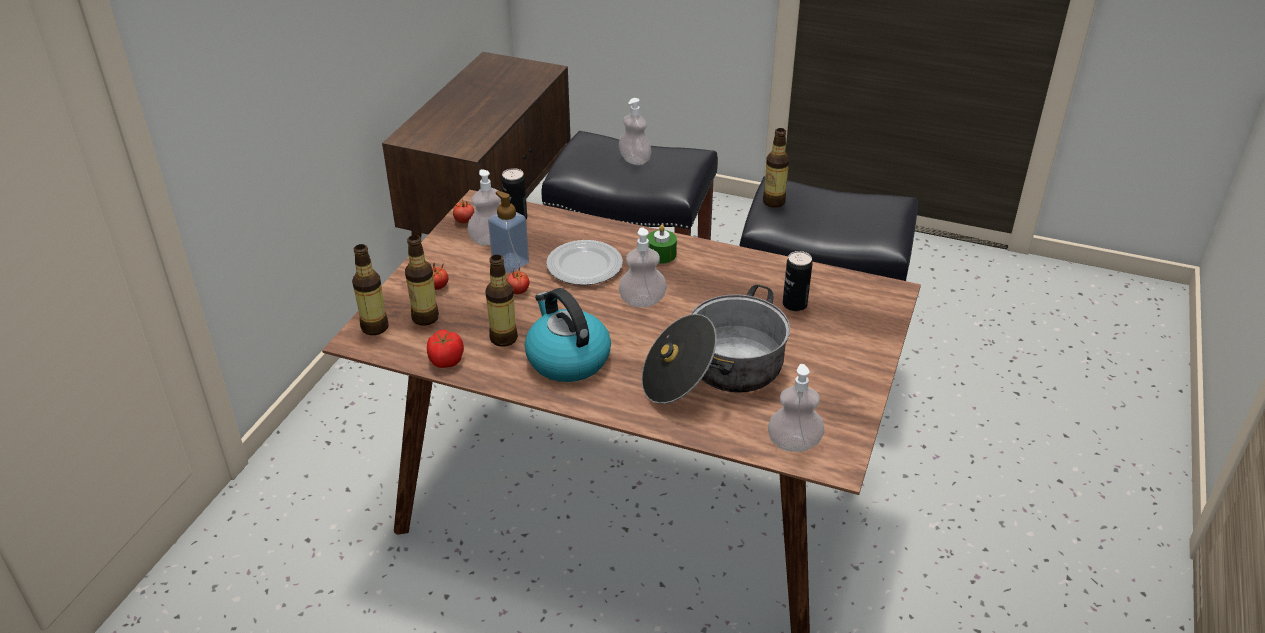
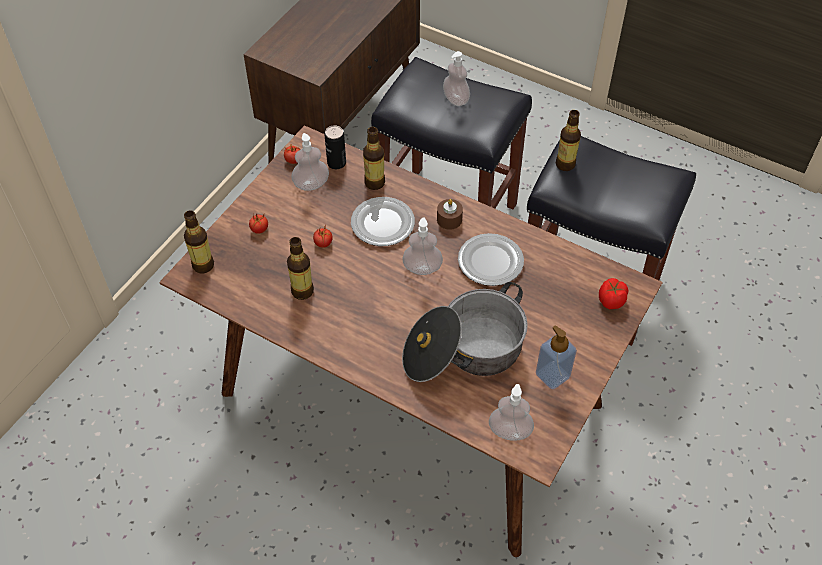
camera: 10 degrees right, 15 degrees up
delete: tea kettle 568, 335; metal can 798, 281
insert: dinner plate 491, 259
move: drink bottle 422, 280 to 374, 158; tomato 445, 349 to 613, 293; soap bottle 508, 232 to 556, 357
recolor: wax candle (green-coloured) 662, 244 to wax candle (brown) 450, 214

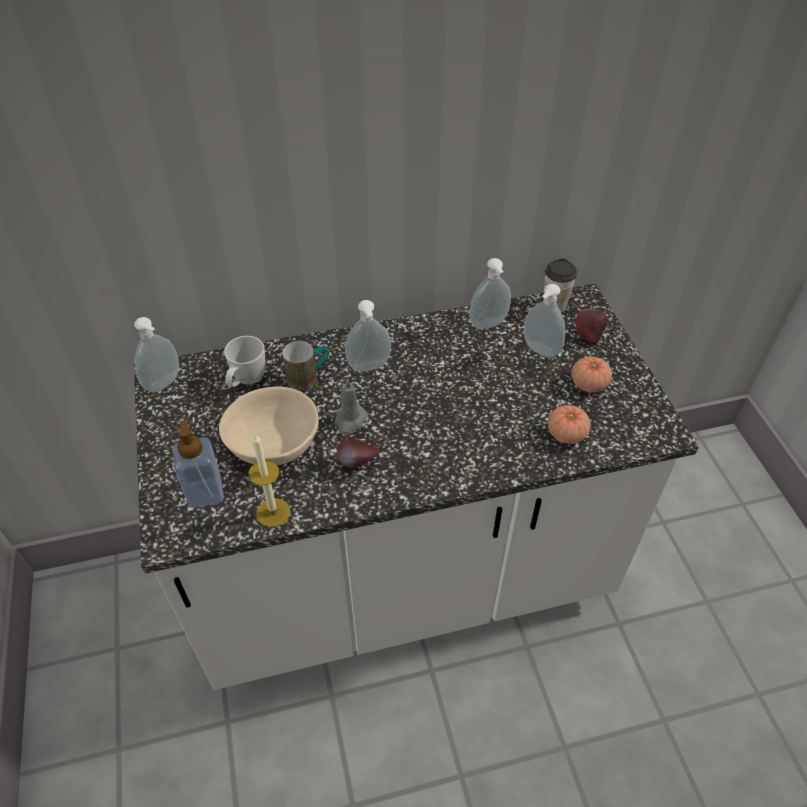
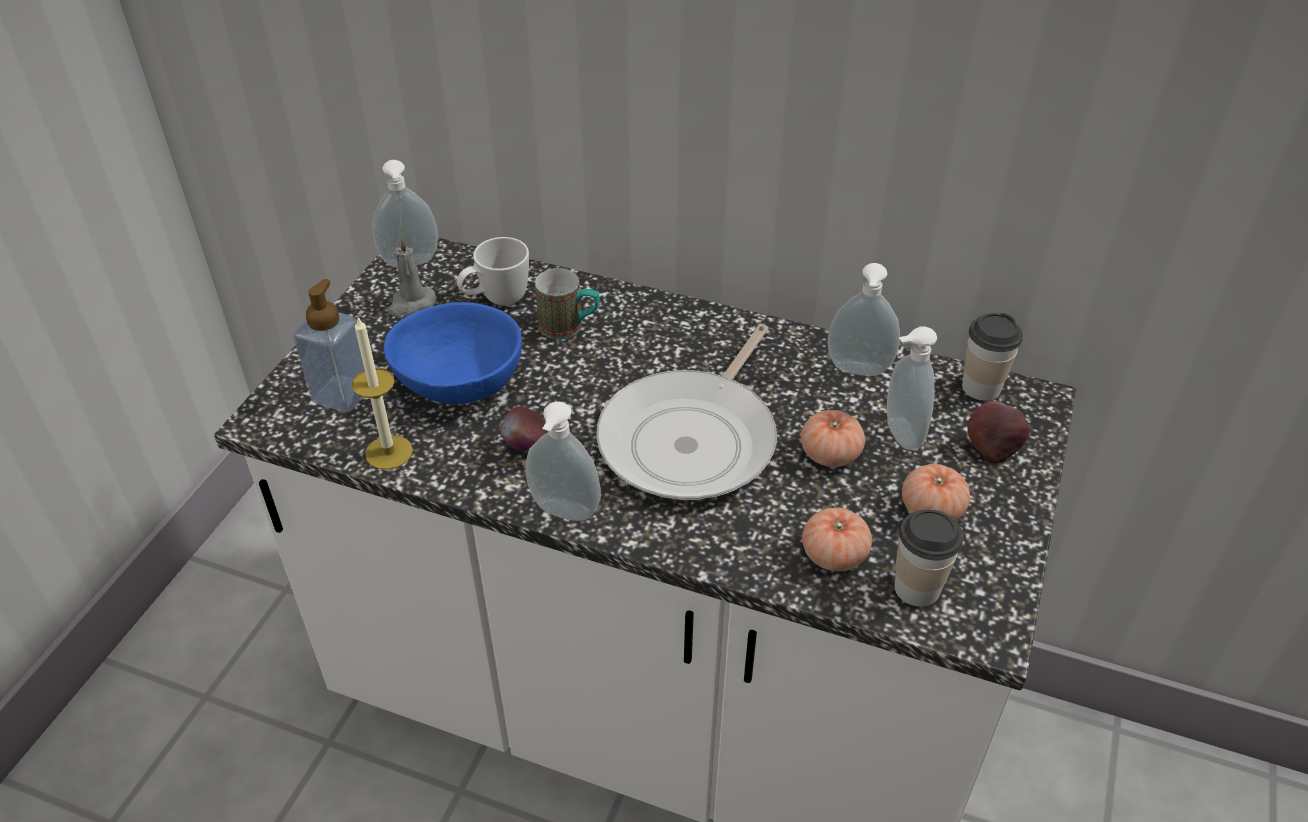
camera: 35 degrees right, 5 degrees down
insert: frying pan 686, 412; tomato 833, 438; small cup 928, 558
move: wax candle (gray) 351, 406 to 412, 276; soap bottle 368, 335 to 563, 461
recolor: bowl (beige) 269, 425 to bowl (blue-coloured) 453, 353

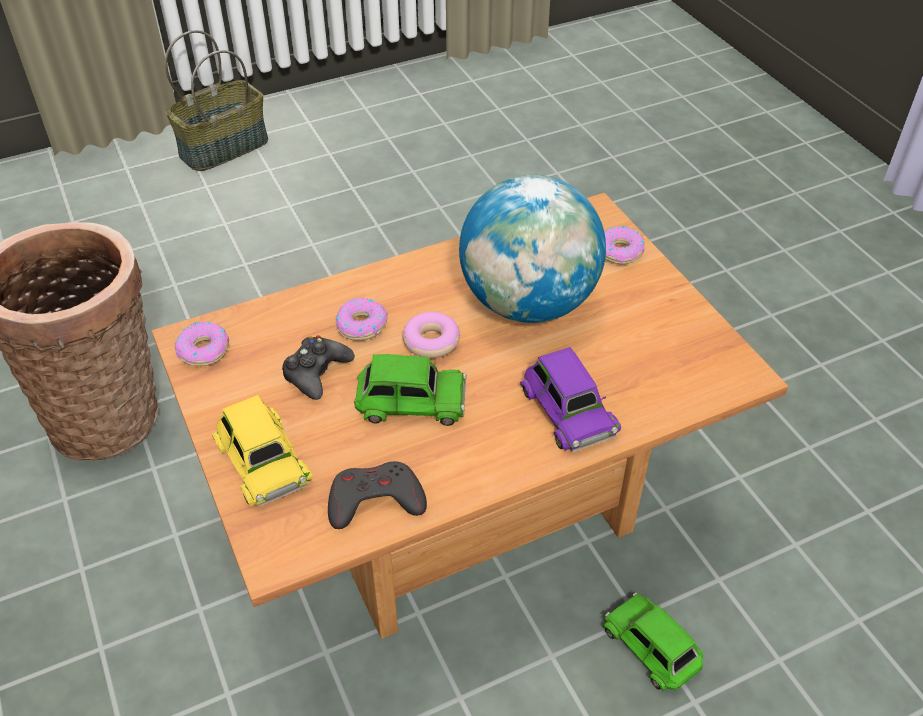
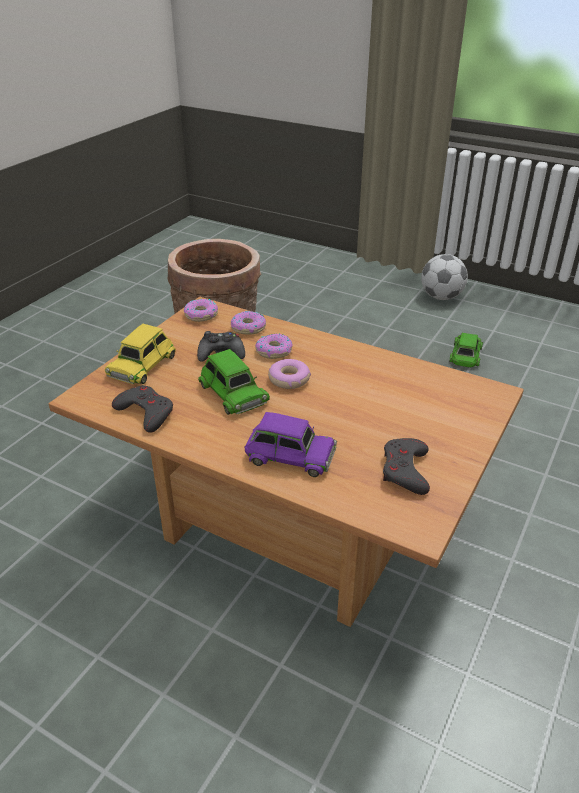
camera: 55 degrees right, 10 degrees down
delete: desk globe 532, 249
insert: game controller (gray) 406, 466
move: toy car (green-coloured) 653, 641 to 466, 350; ring doughnut 624, 244 to 248, 323
replace: household basket 216, 100 to football ball 444, 277
rotate: toy car (purple-coloured) 570, 399 = 290, 444 105 degrees counterclockwise

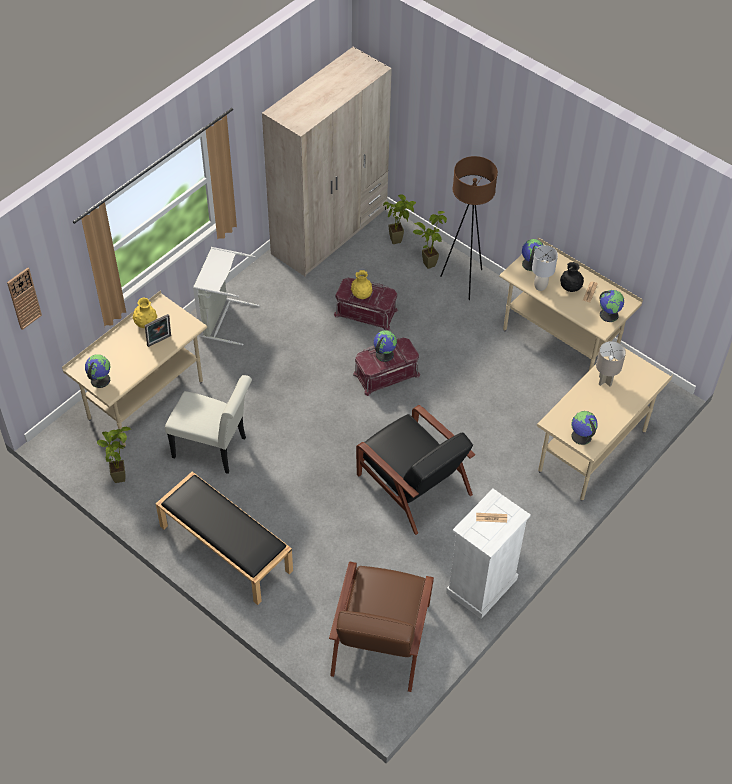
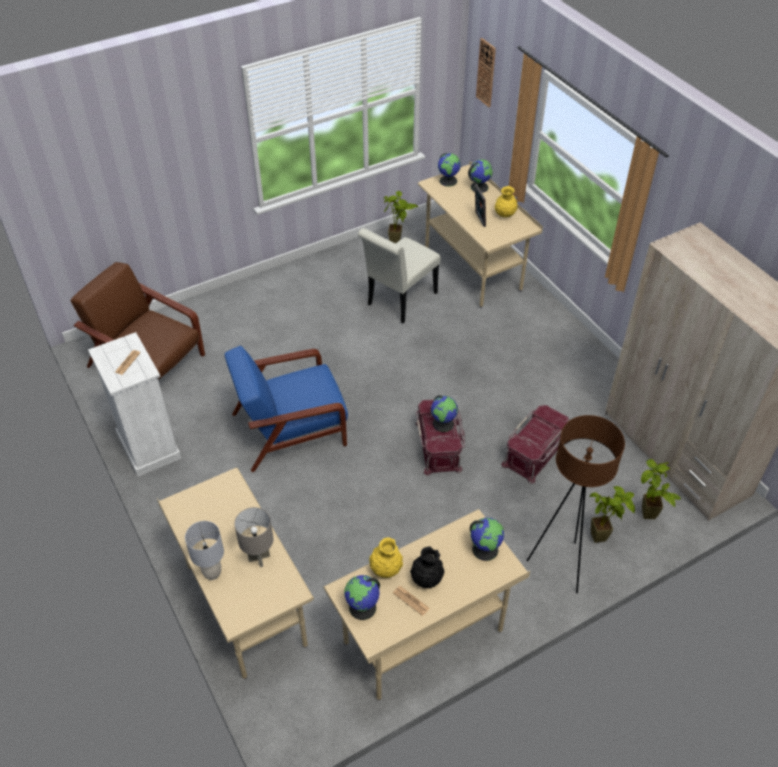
camera: 110 degrees right, 5 degrees down
delete: bench (black-coloured) 224, 538; hamper (gray) 226, 296
move: flower vase (yellow-coloured) 362, 284 to 386, 557; table lamp (gray) 545, 268 to 204, 550; desk globe 584, 428 to 480, 176
recolor: armchair (black-coloured) 415, 470 to armchair (blue-coloured) 286, 409

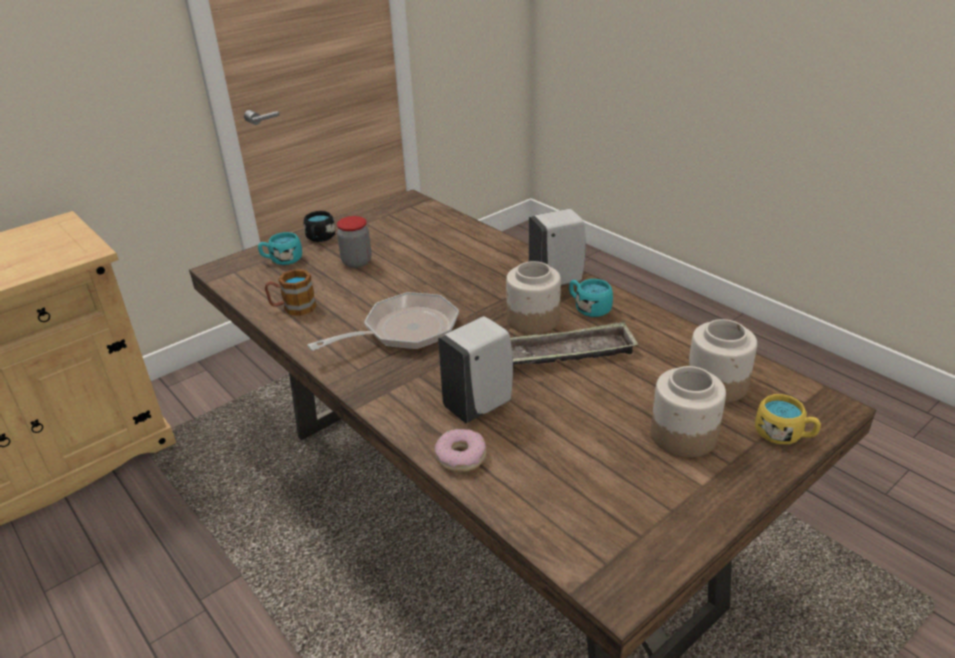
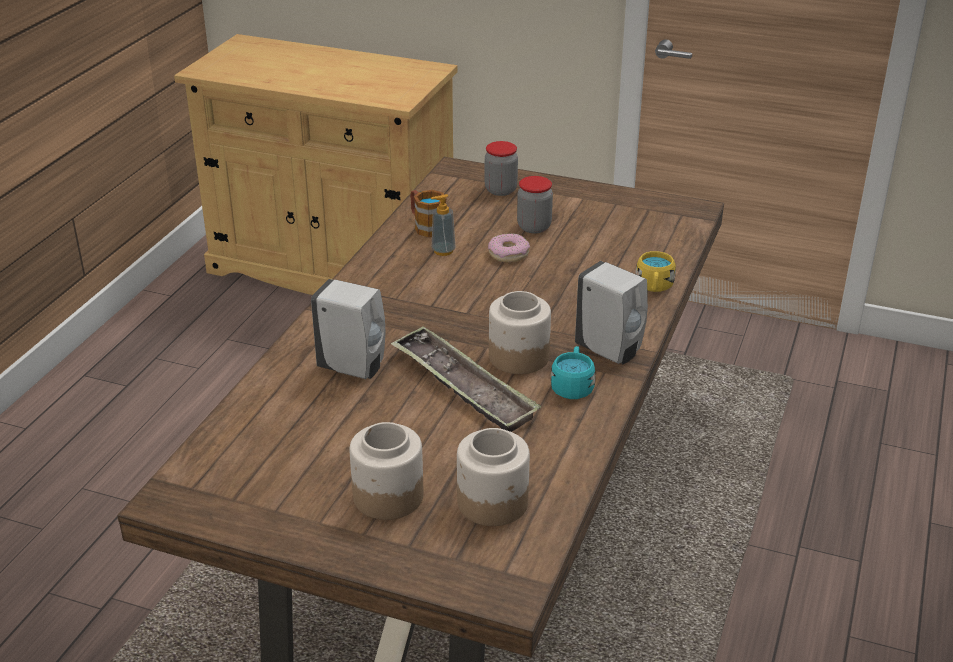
camera: 60 degrees right, 0 degrees up
delete: tea mug (black-coloured) 319, 226; frying pan 383, 321
insert: soap bottle 443, 225
move: ring doughnut 460, 450 to 509, 248; tea mug (yellow-coloured) 788, 419 to 656, 271
replace: tea mug (turquoise) 280, 248 to preserve jar 501, 168

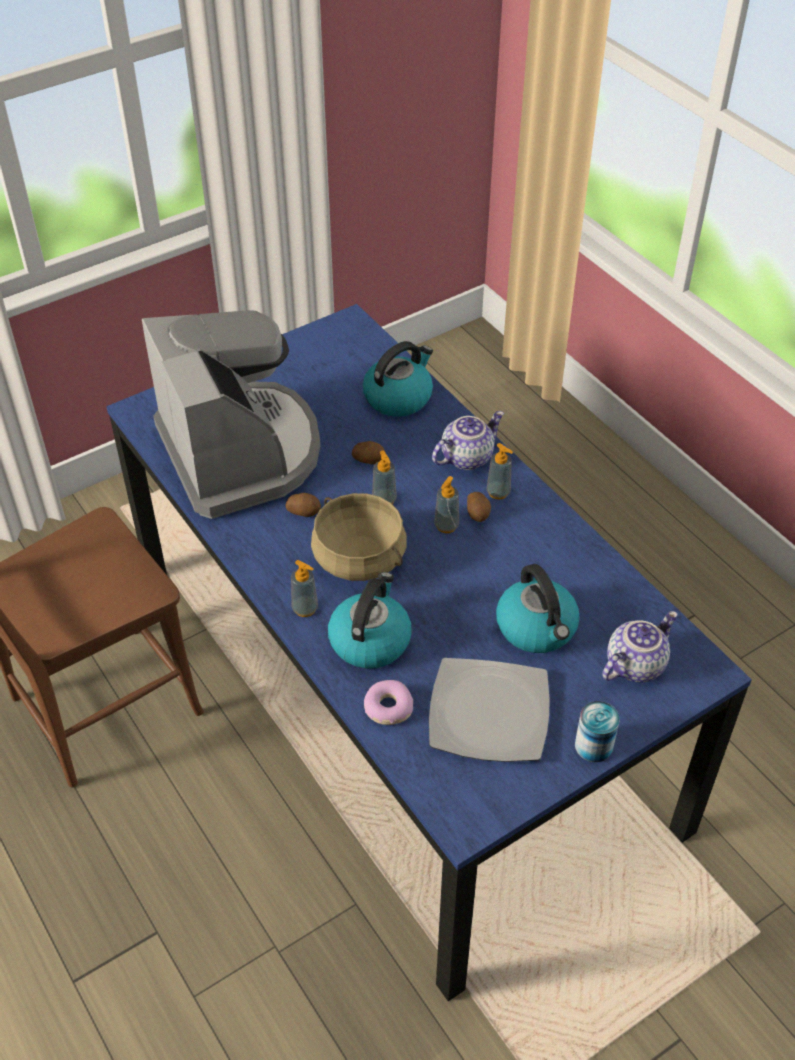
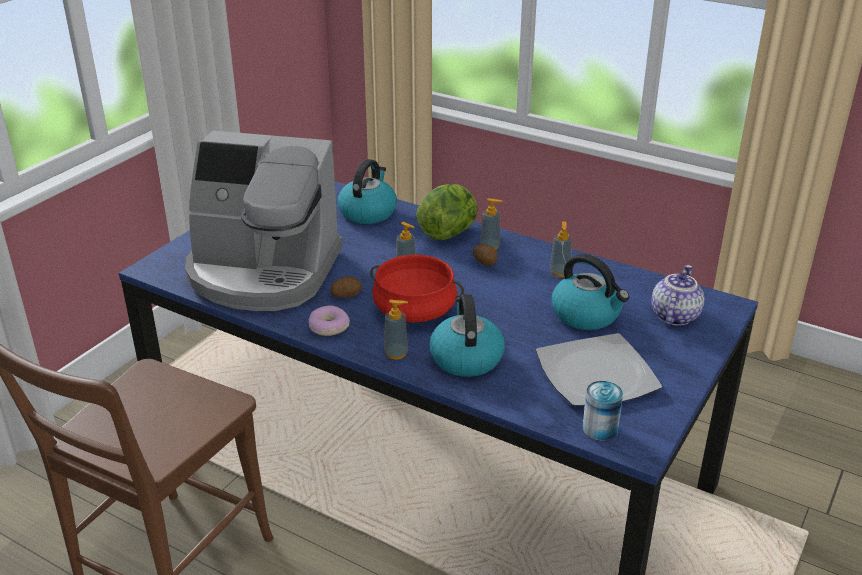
camera: 25 degrees left, 15 degrees down
delete: spud 369, 452
move: ring doughnut 388, 702 to 329, 320; soap bottle 446, 504 to 561, 249; metal can 597, 731 to 602, 411
replace: teapot 468, 440 to lettuce 447, 212
recolor: cooking pot (beige) 359, 537 to cooking pot (red-coloured) 417, 288
rotate: coffee machine 231, 414 = 264, 221 150 degrees clockwise

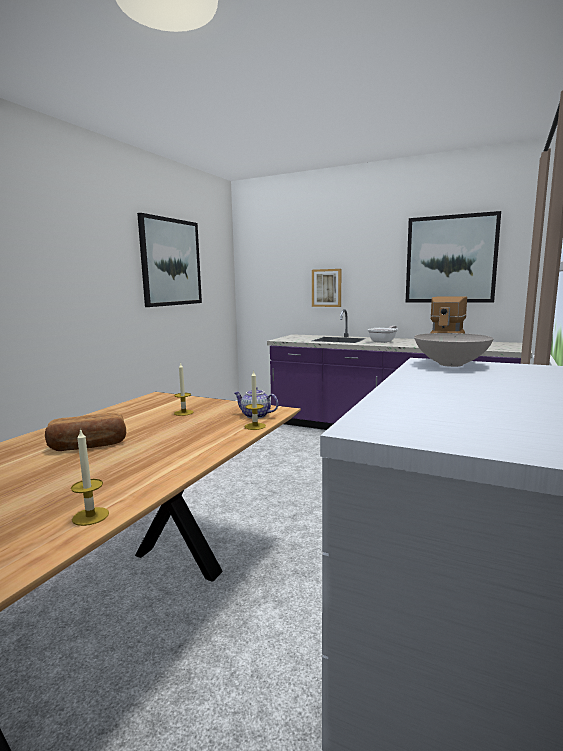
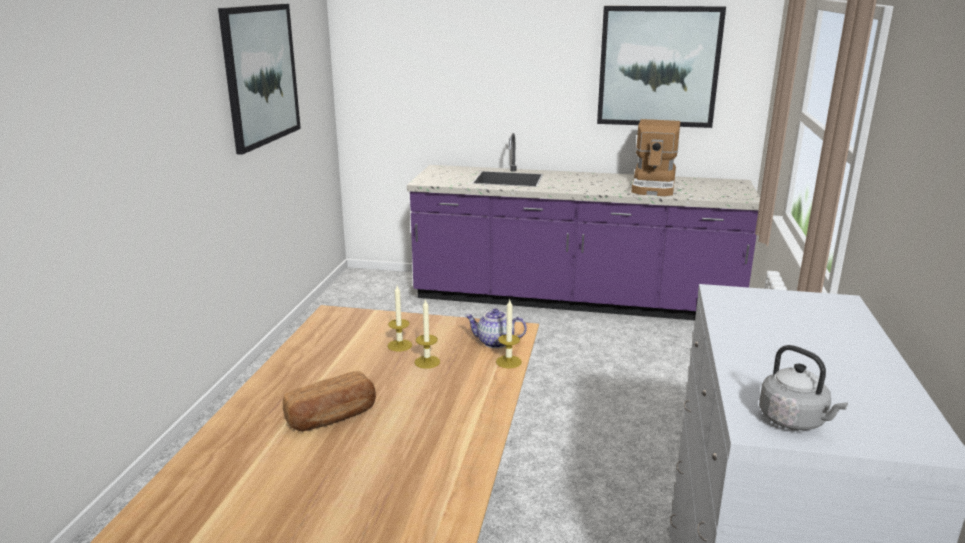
camera: 15 degrees left, 10 degrees up
delete: wall picture 326, 288; frying pan 382, 334; bowl (white-coloured) 454, 350
insert: tea kettle (gray) 803, 387
move: wax candle 90, 477 to 427, 334

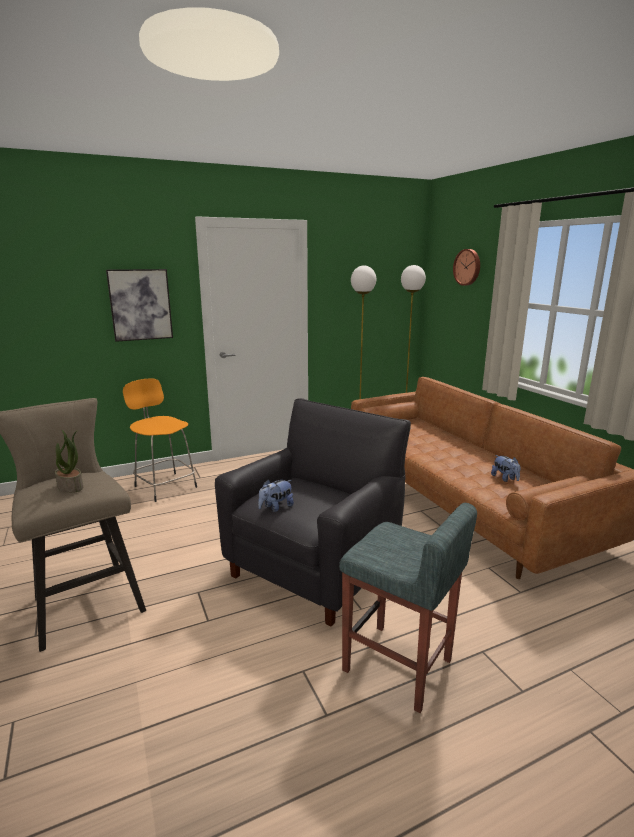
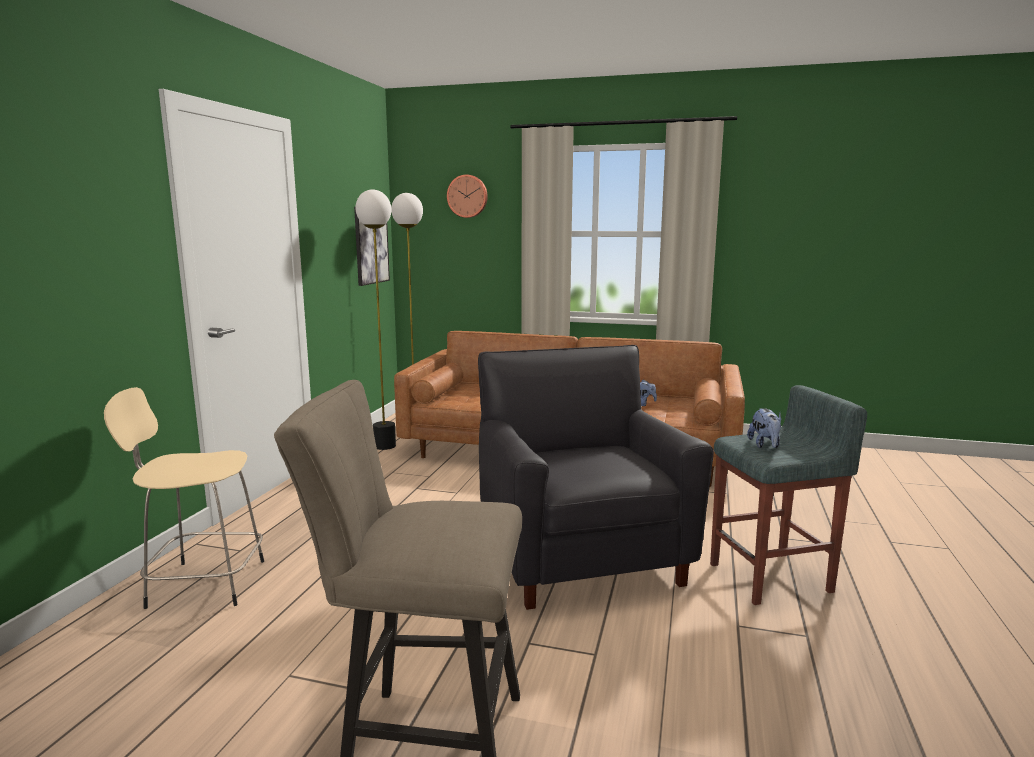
camera: 50 degrees left, 5 degrees down
delete: potted plant 69, 461
move: wall picture 139, 305 to 372, 246; soft toy 276, 496 to 764, 428
recolor: sitting stool (orange-coloured) 160, 440 to sitting stool (beige) 184, 498

